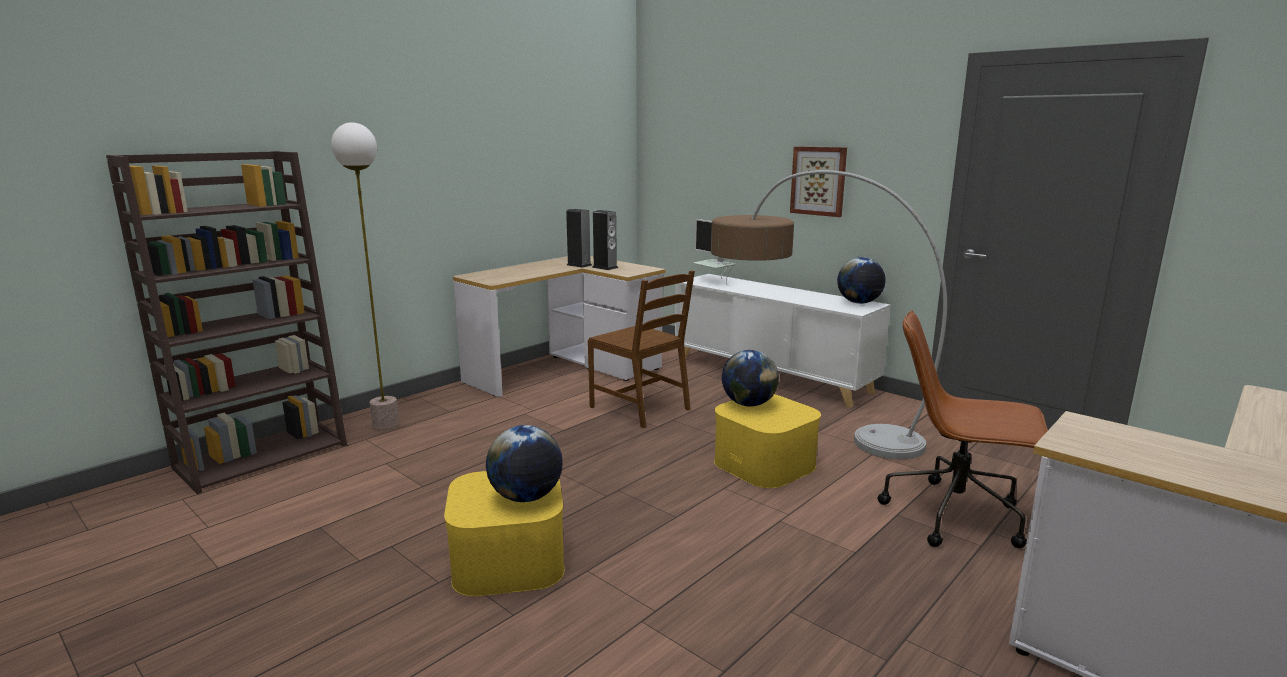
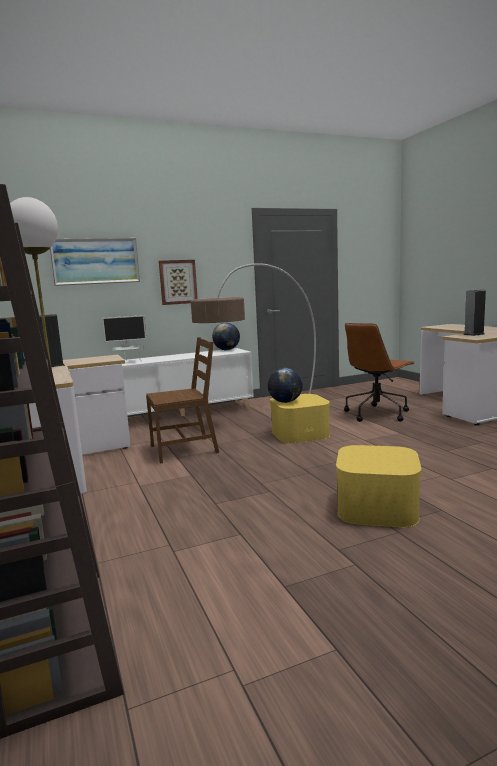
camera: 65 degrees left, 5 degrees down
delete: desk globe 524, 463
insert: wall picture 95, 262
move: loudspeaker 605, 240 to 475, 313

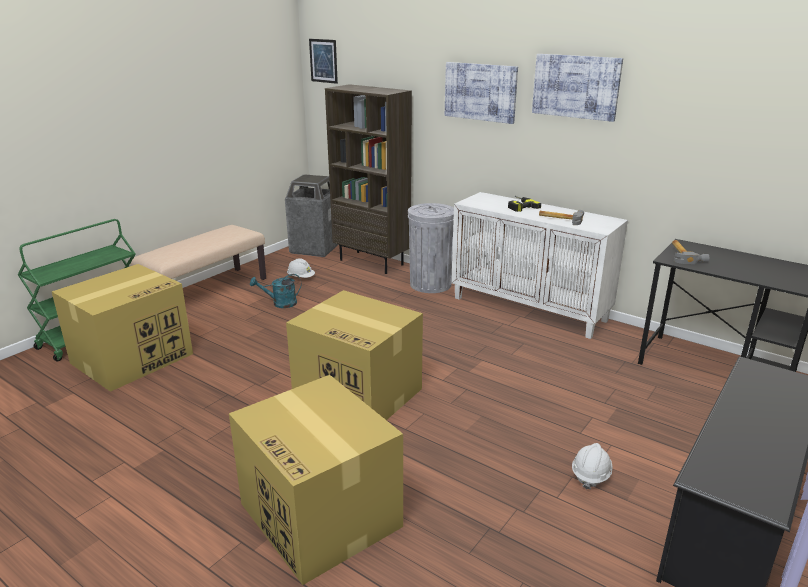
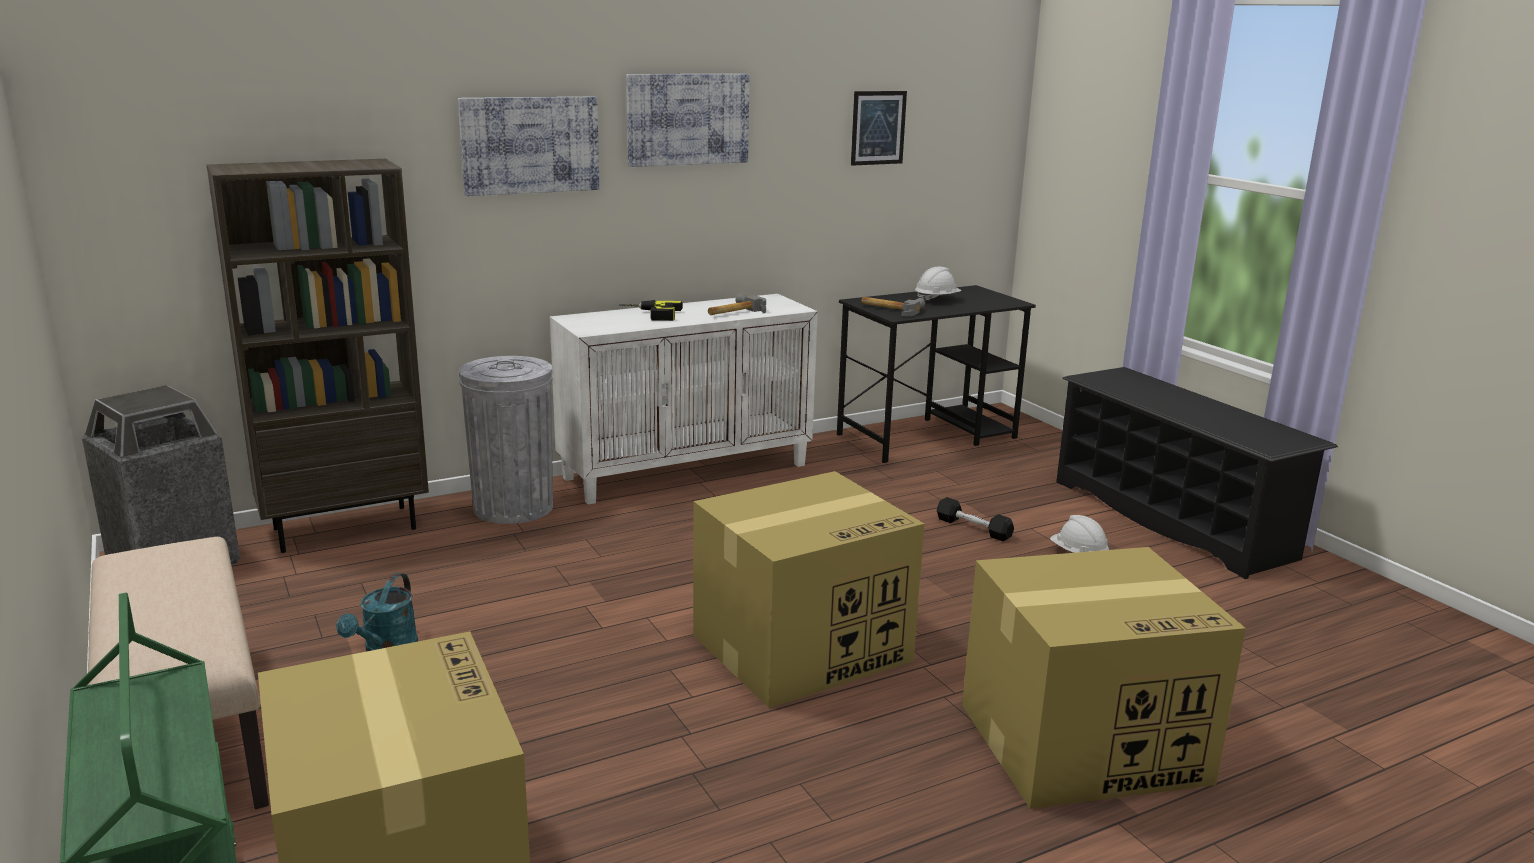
camera: 65 degrees left, 5 degrees down
insert: hand weight (black-coloured) 975, 519
move: hard hat (white-coloured) 301, 268 to 938, 284; wall picture 323, 61 to 879, 128

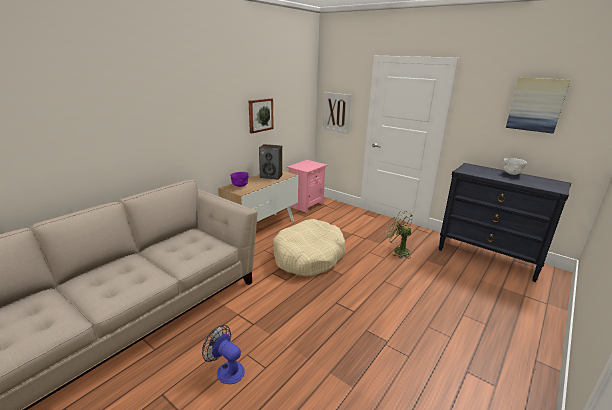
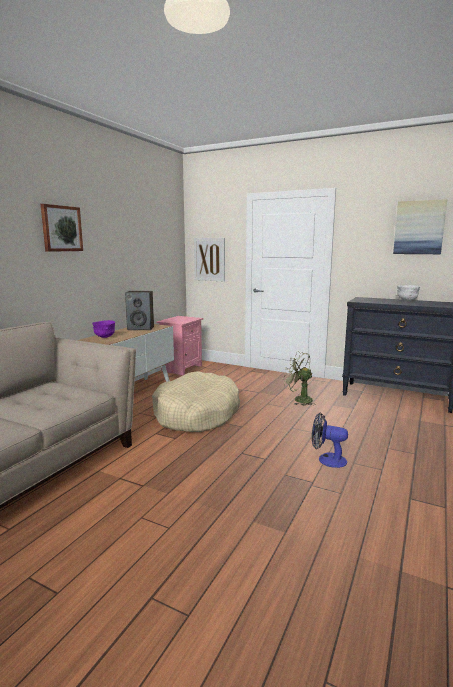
camera: 10 degrees left, 10 degrees down
move: cooling fan 223, 354 to 330, 440; wall picture 261, 115 to 62, 228

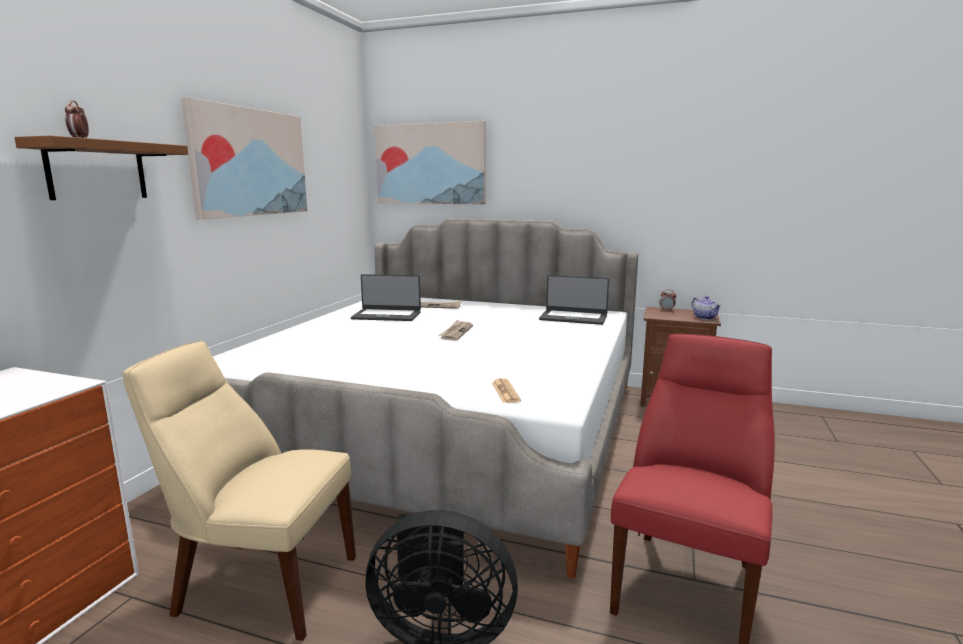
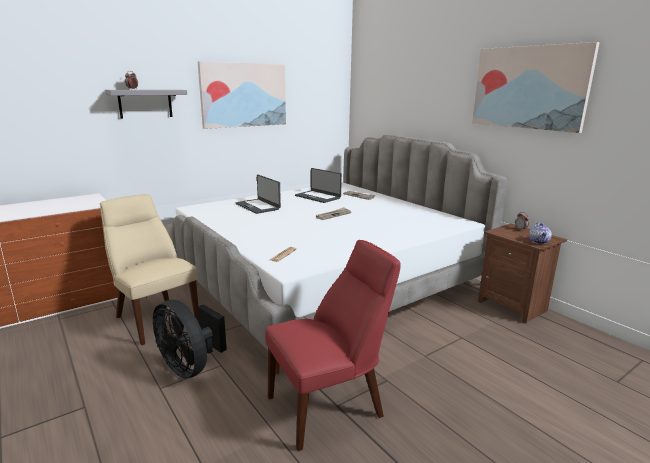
camera: 35 degrees right, 5 degrees up
move: wall picture 430, 163 to 536, 87; notebook computer 574, 300 to 258, 194
recolor: wall shelf (brown) 101, 167 to wall shelf (gray) 146, 104

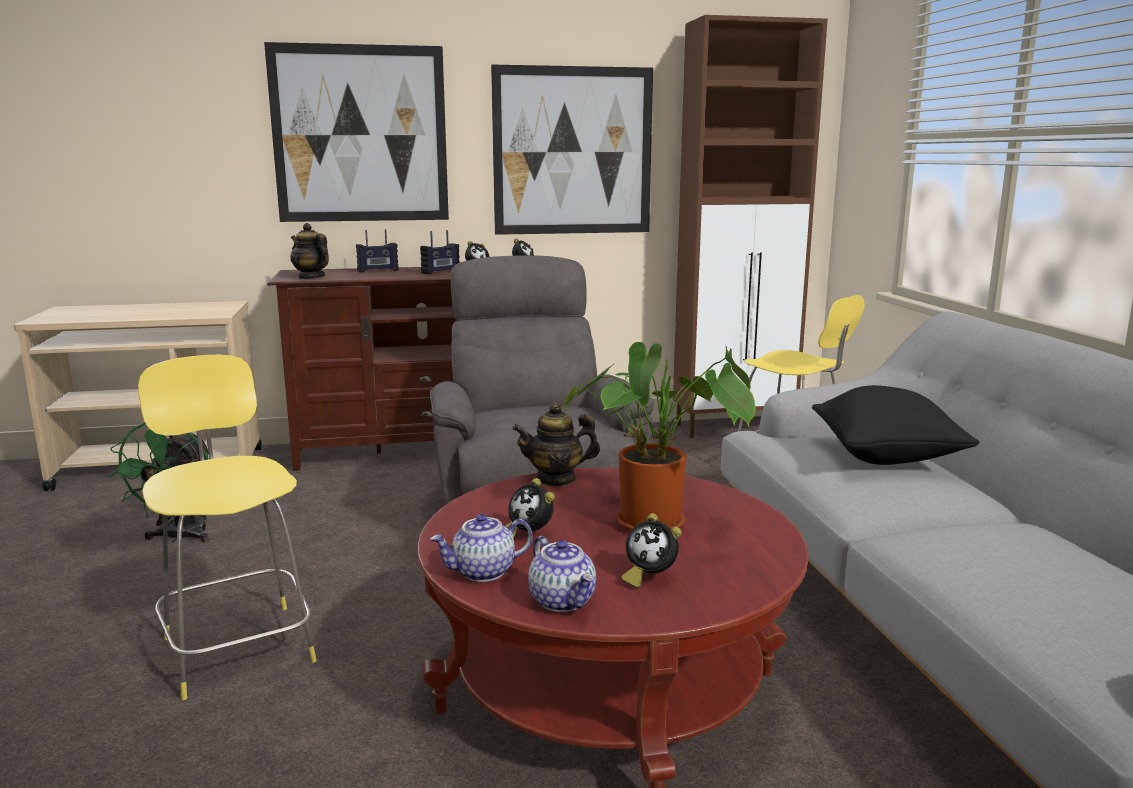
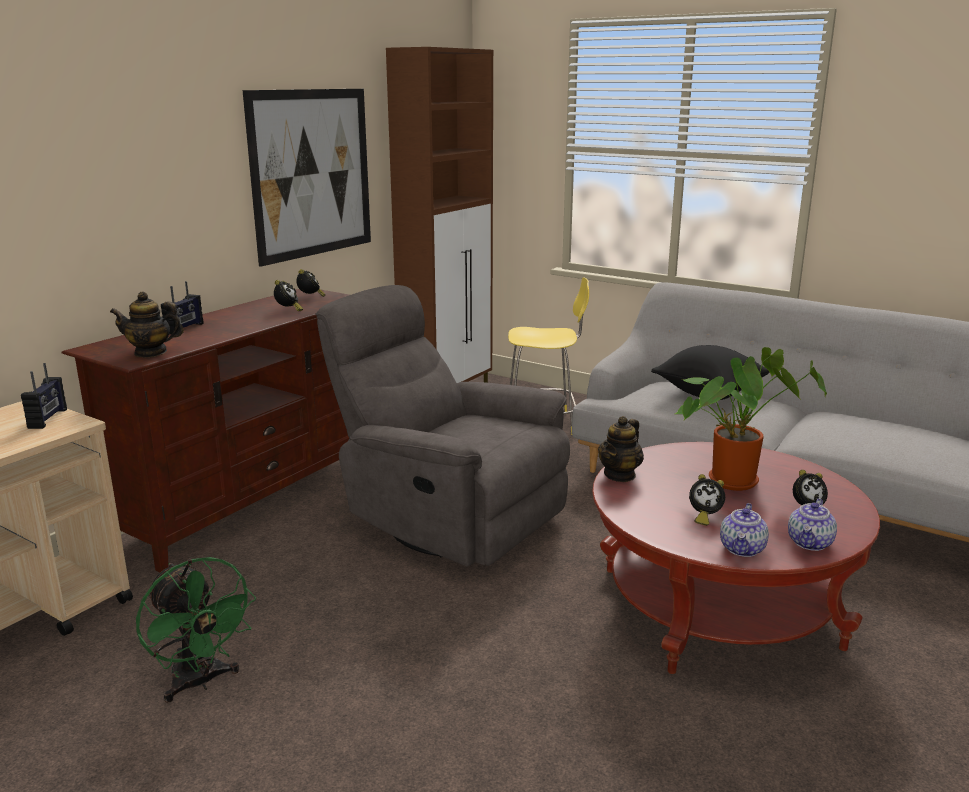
camera: 45 degrees left, 5 degrees up
delete: sitting stool (yellow-coloured) 227, 527; wall picture 356, 132
move: radio 440, 252 to 44, 396
rotate: teapot 562, 574 = 812, 525 105 degrees clockwise

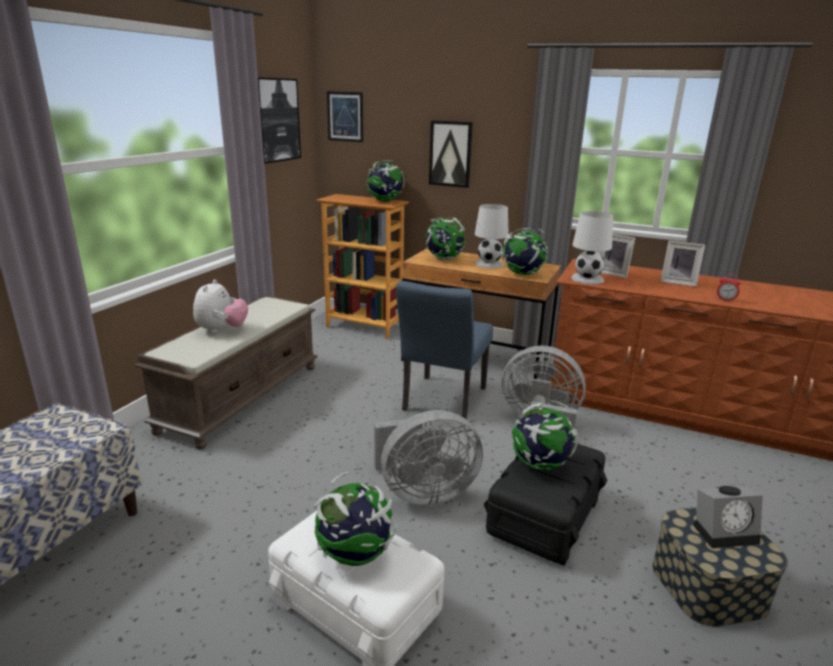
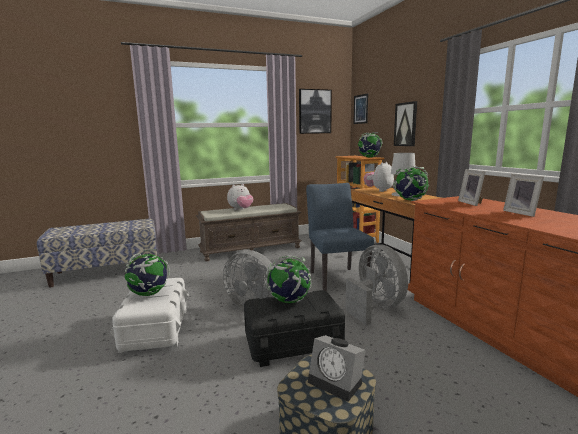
camera: 45 degrees right, 10 degrees down
delete: table lamp (white-coloured) 592, 247; table clock 729, 288
replace: desk globe 446, 238 to soft toy 379, 177
rotate: upright chair (blue-coloured) 444, 350 = 340, 237 105 degrees clockwise

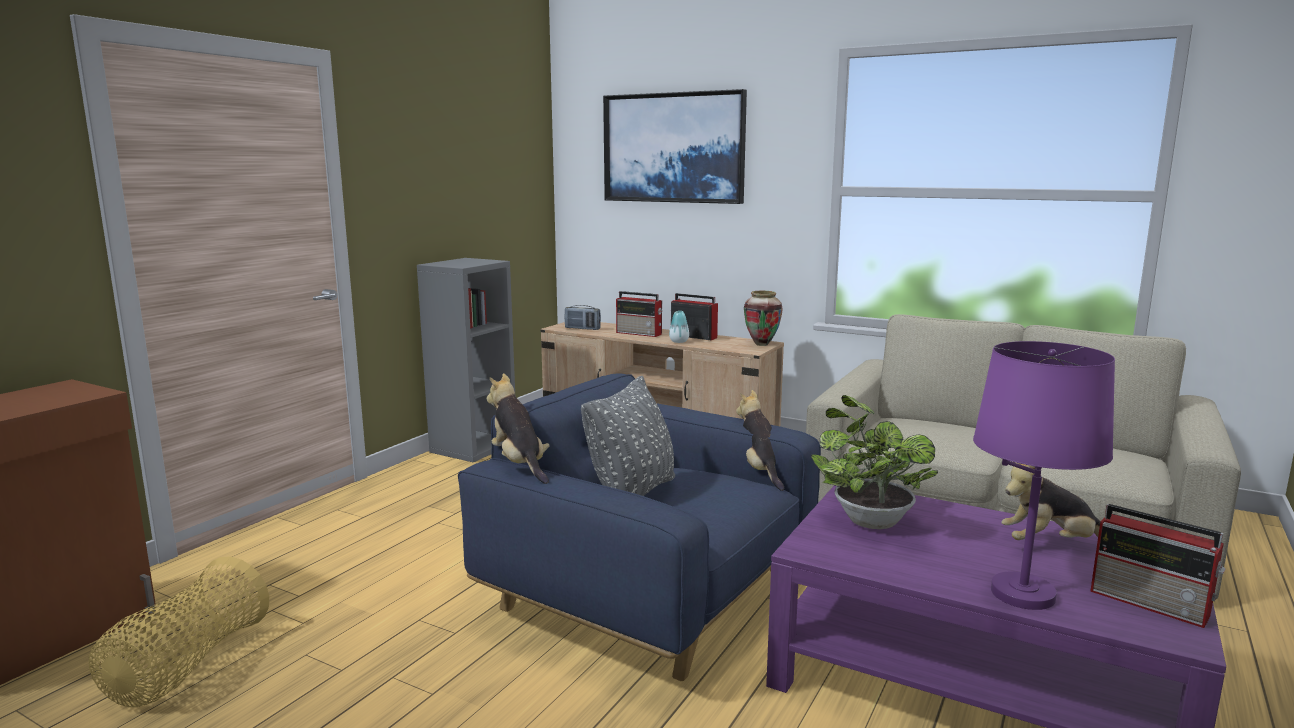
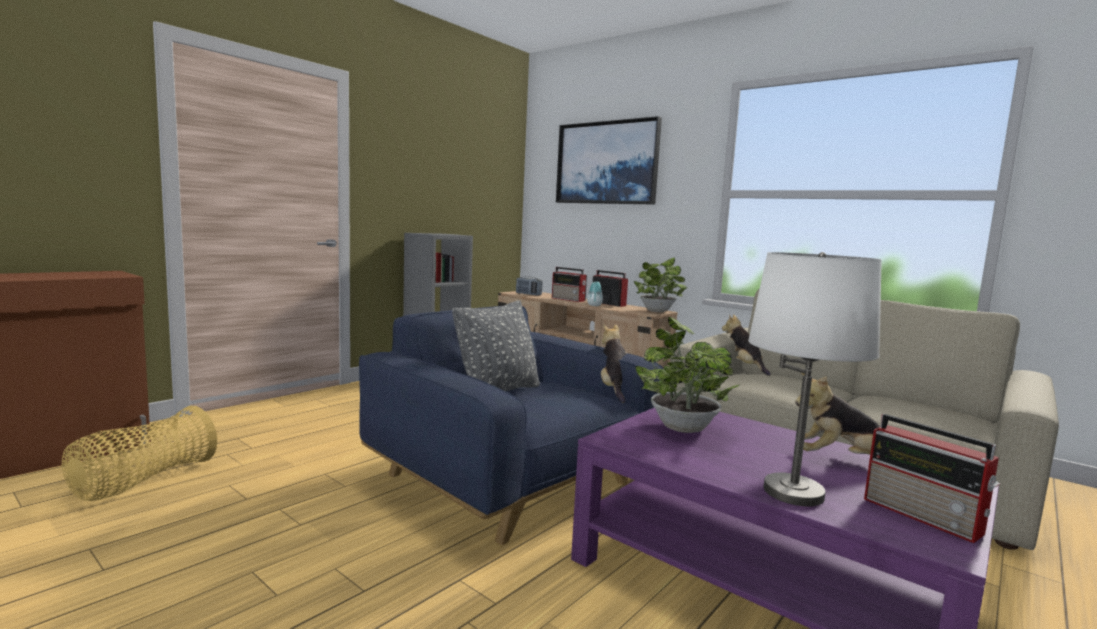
camera: 10 degrees right, 5 degrees down
move: soft toy 518, 428 to 746, 345
replace: flower vase 763, 318 to potted plant 661, 284
recolor: table lamp (purple-coloured) 1044, 475 to table lamp (white-coloured) 815, 379

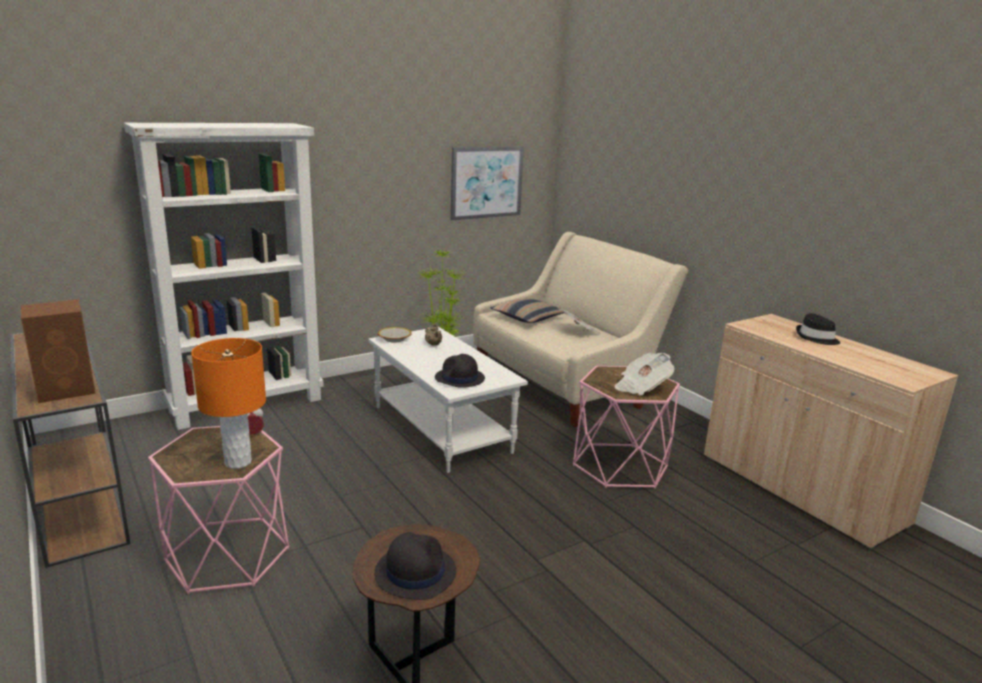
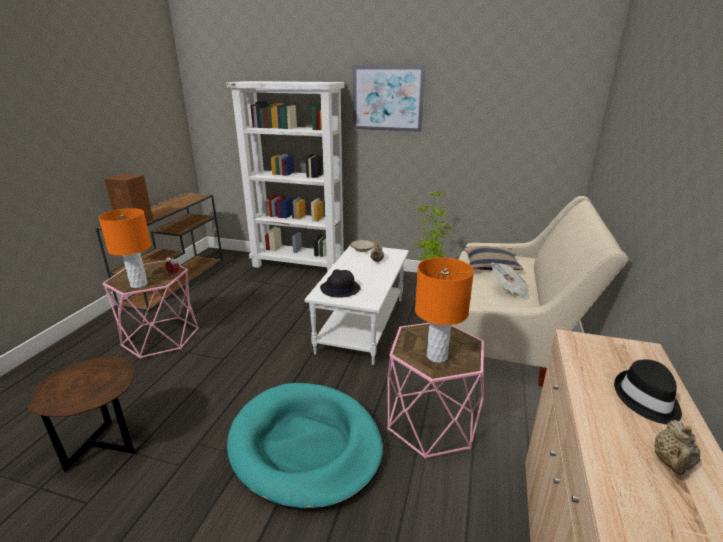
camera: 50 degrees right, 5 degrees up
delete: hat (black-coloured) 415, 566
insert: dog cushion (turquoise) 305, 446; teapot (beige) 677, 447
move: wall picture 487, 183 to 389, 98
replace: newspaper 644, 374 to table lamp (orange-coloured) 444, 310

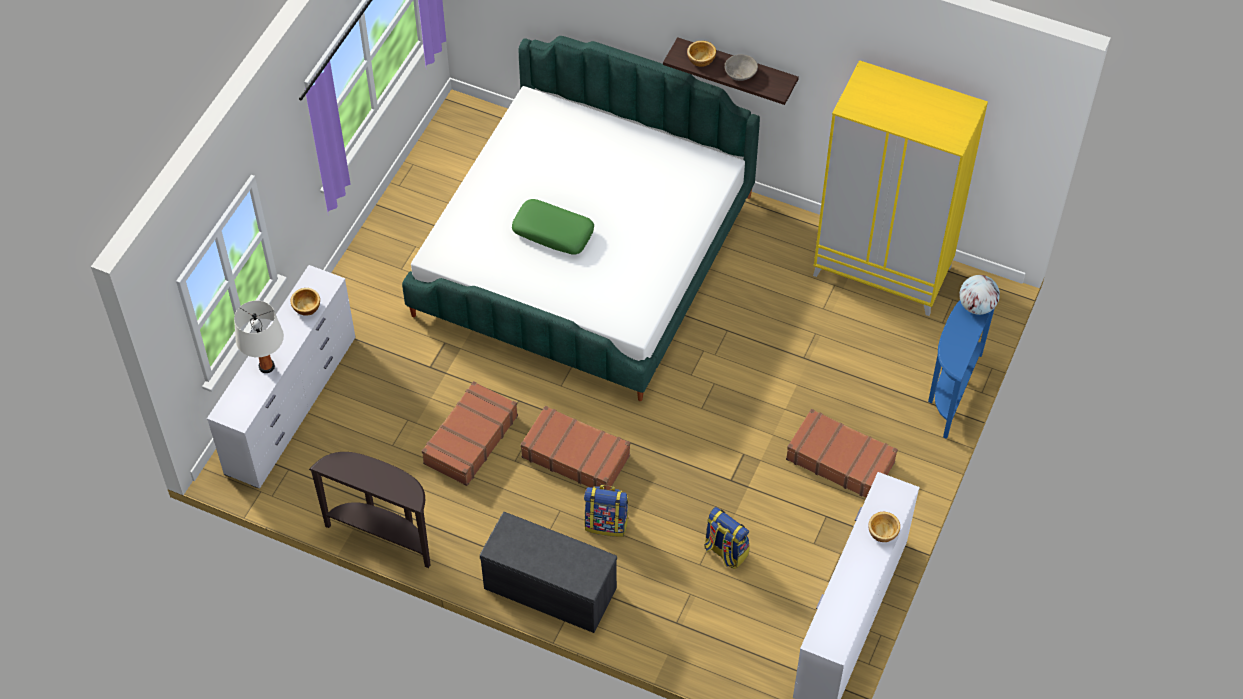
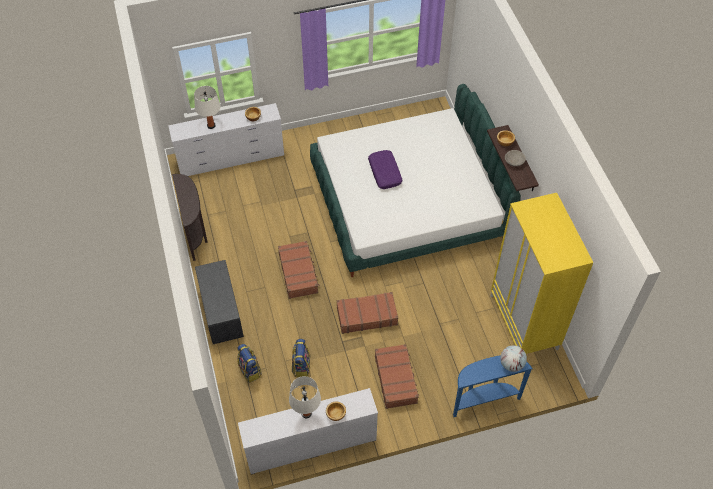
camera: 50 degrees right, 0 degrees up
insert: table lamp (white-coloured) 305, 397
move: travel case (brown) 470, 433 to 367, 313; backpack 606, 511 to 249, 363
recolor: cushion (green-coloured) 553, 227 to cushion (purple-coloured) 385, 169

